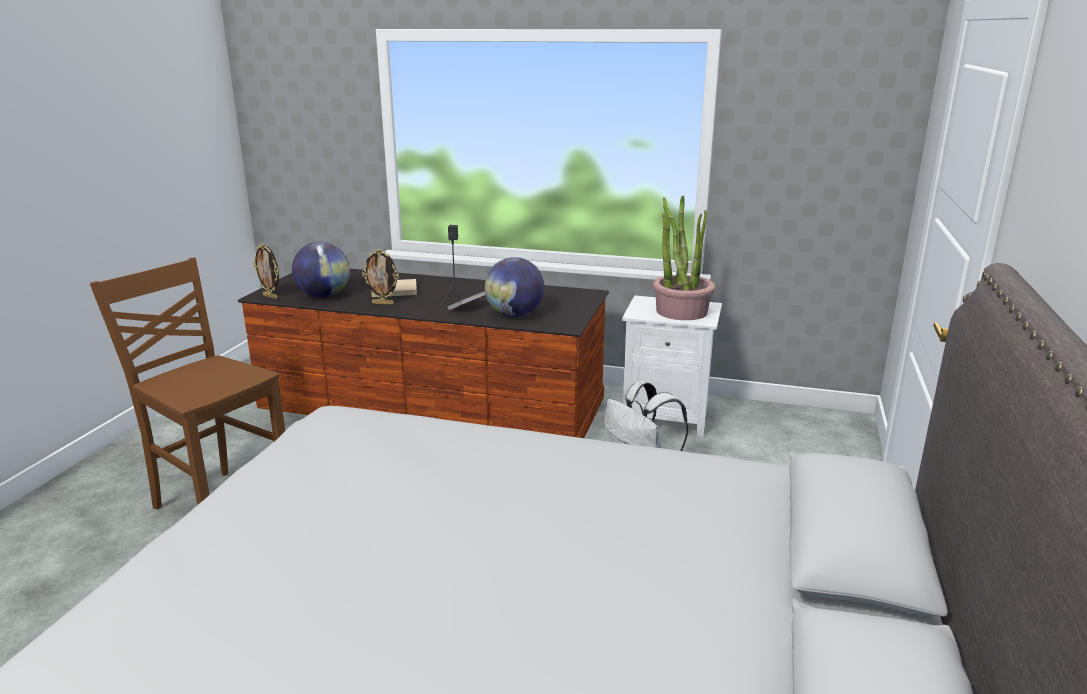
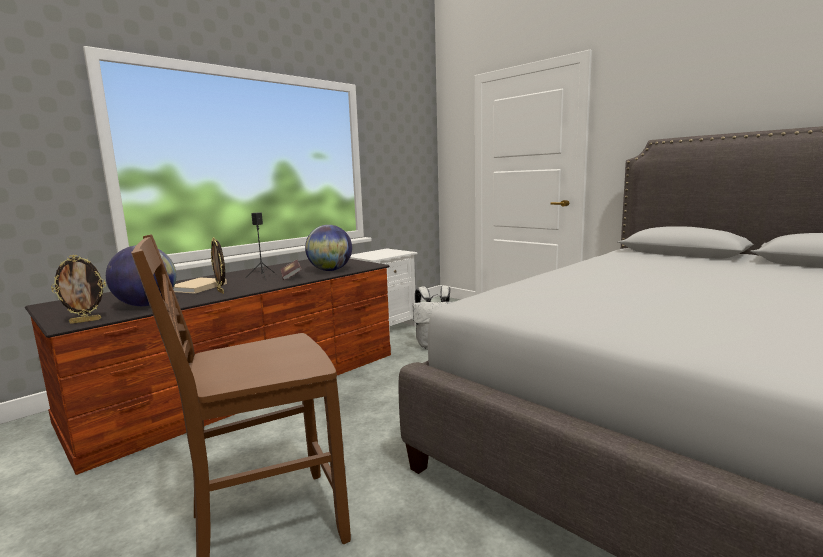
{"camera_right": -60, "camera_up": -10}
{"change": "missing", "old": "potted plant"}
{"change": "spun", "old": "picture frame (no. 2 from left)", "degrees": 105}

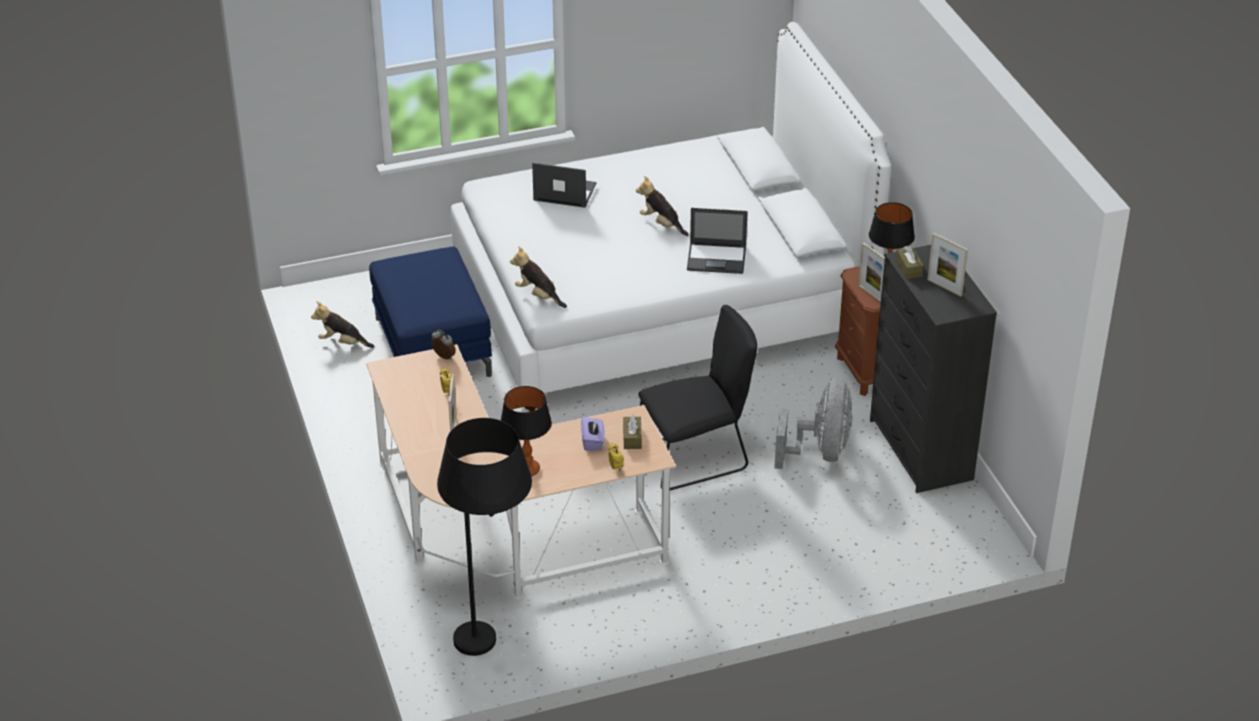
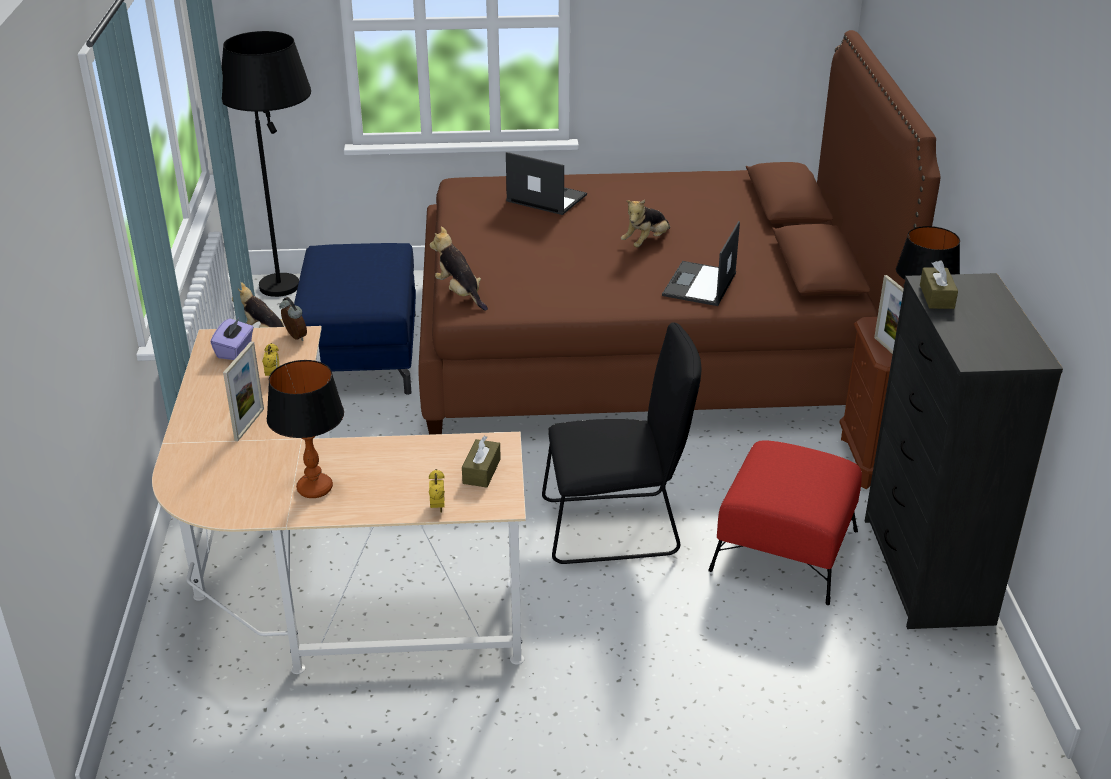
{"camera_right": 15, "camera_up": -5}
{"change": "colour", "old": "white bed", "new": "brown bed"}
{"change": "spun", "old": "plush toy (no. 3 from left)", "degrees": -105}
{"change": "spun", "old": "laptop (no. 2 from left)", "degrees": 90}
{"change": "missing", "old": "picture frame (no. 3 from left)"}
{"change": "exchanged", "old": "grey fan", "new": "red ottoman"}
{"change": "relocated", "old": "purple tissue box"}
{"change": "relocated", "old": "black floor lamp"}

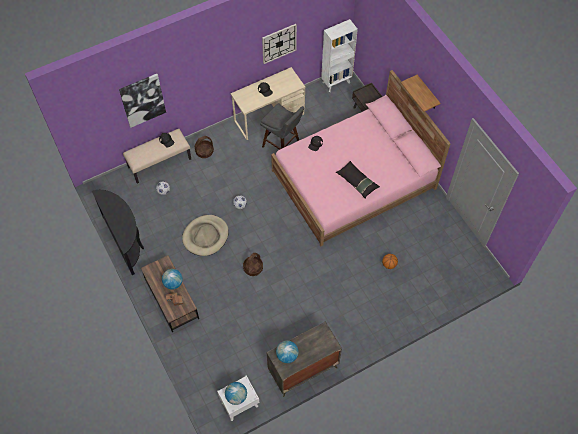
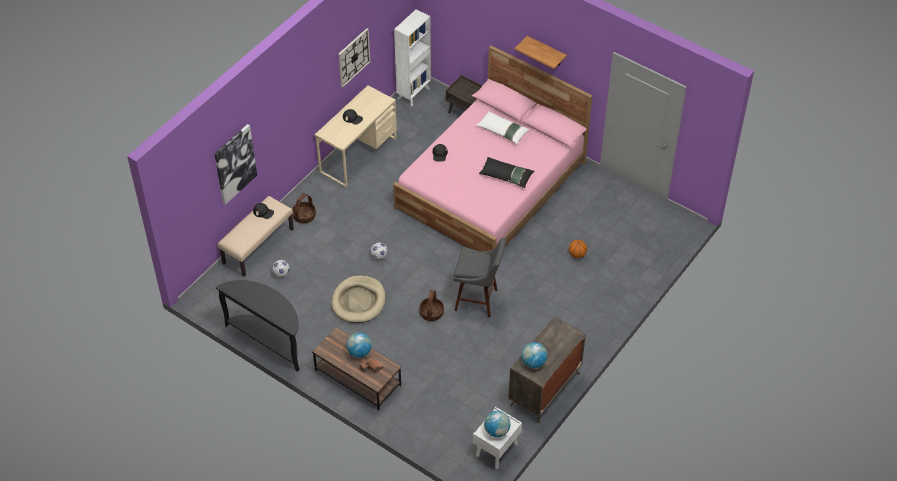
{"camera_right": -25, "camera_up": -10}
{"change": "relocated", "old": "grey stool"}
{"change": "appeared", "new": "white pillow"}

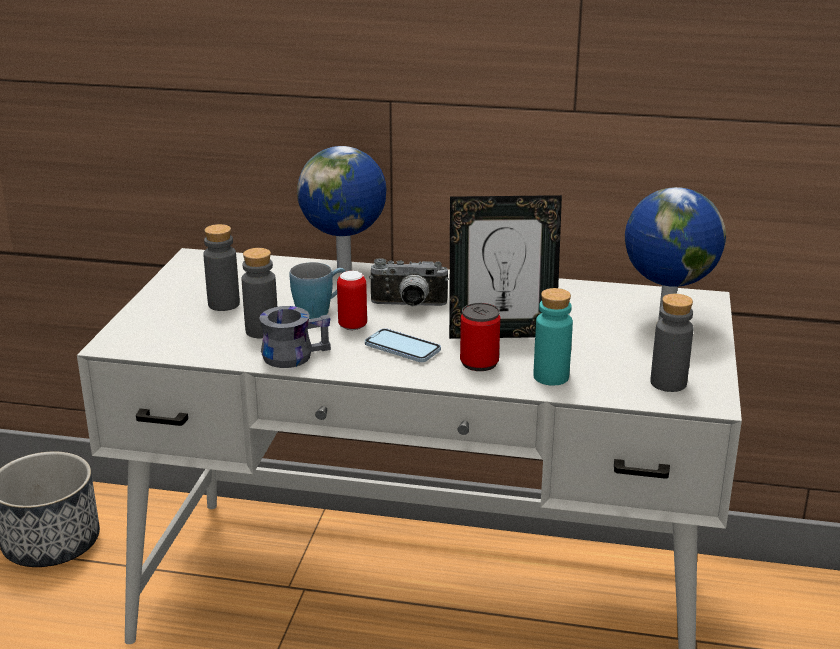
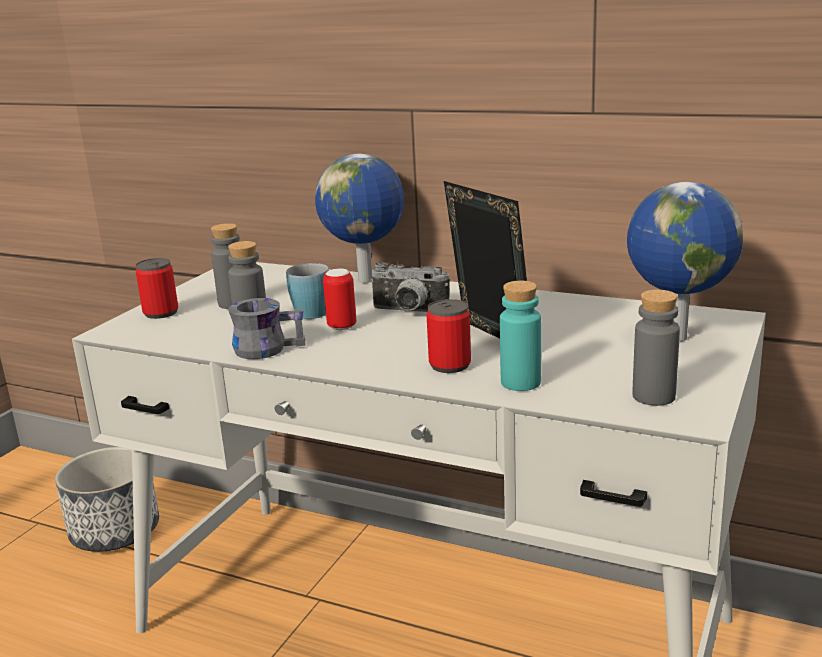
{"camera_right": 15, "camera_up": -5}
{"change": "spun", "old": "picture frame", "degrees": -135}
{"change": "missing", "old": "phone"}
{"change": "appeared", "new": "can (no. 1 from left)"}

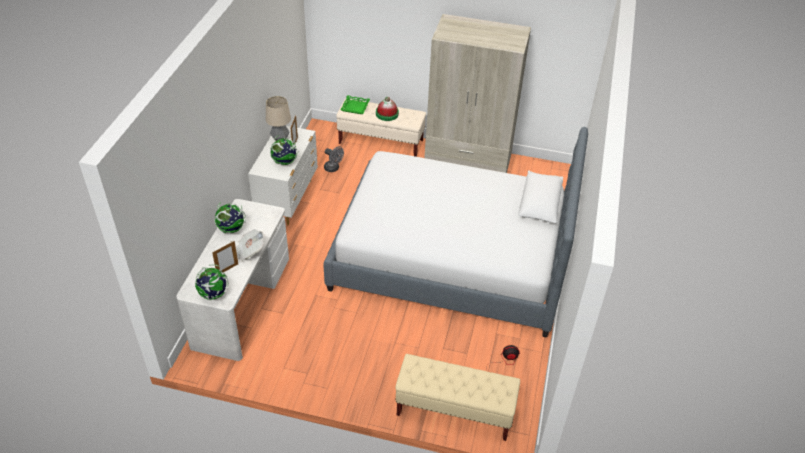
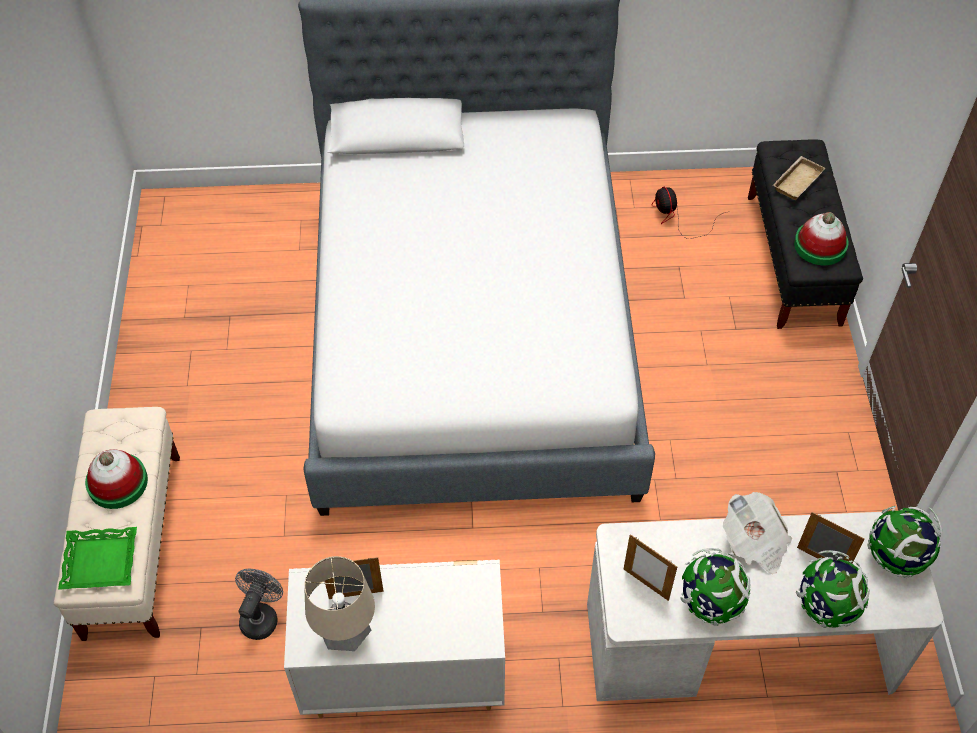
{"camera_right": -105, "camera_up": 10}
{"change": "missing", "old": "beige wardrobe"}
{"change": "relocated", "old": "globe (no. 3 from left in the first image)", "new": "globe (no. 2 from left)"}
{"change": "colour", "old": "beige bench (no. 2 from left)", "new": "black bench"}
{"change": "appeared", "new": "beige tray"}
{"change": "appeared", "new": "hat (no. 2 from left)"}
{"change": "appeared", "new": "picture frame (no. 2 from left)"}

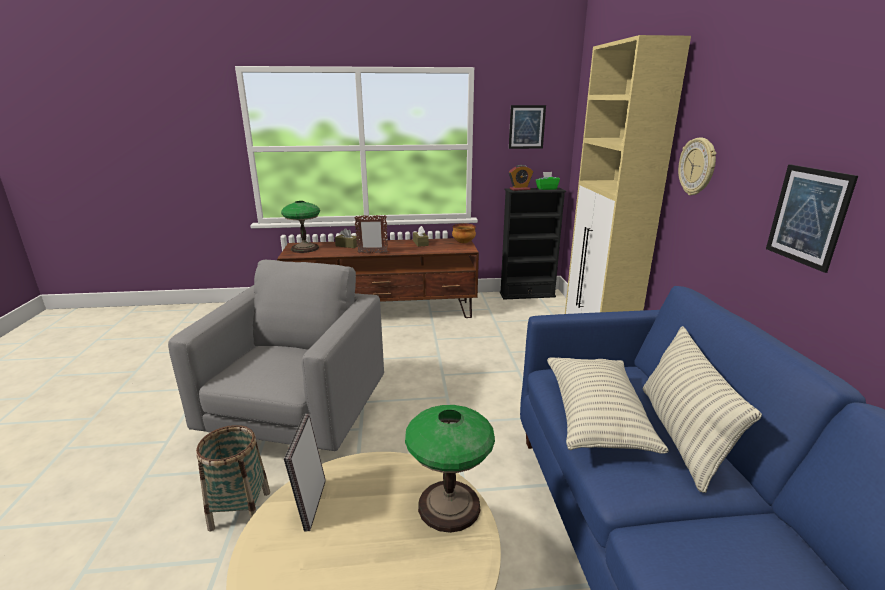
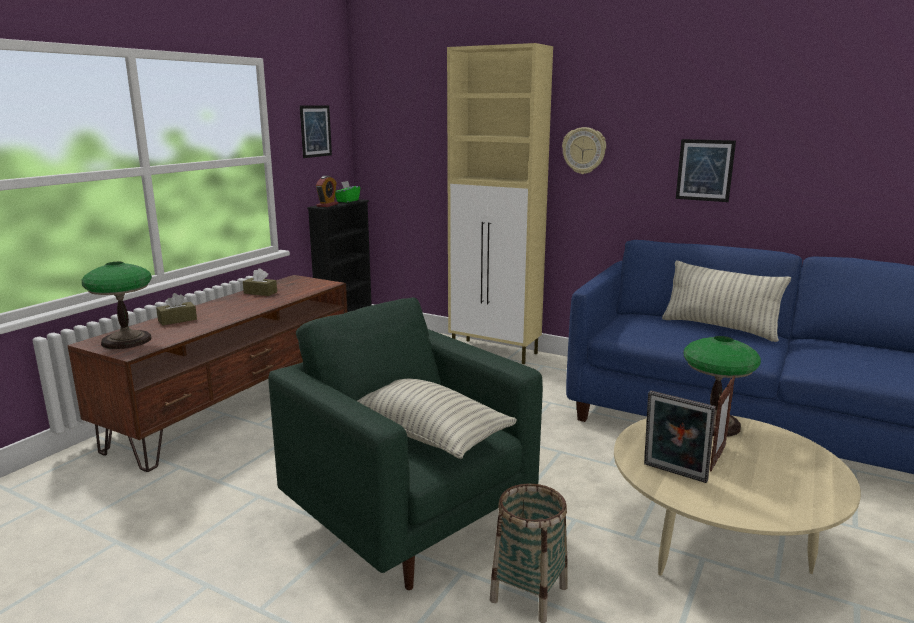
{"camera_right": -55, "camera_up": -5}
{"change": "relocated", "old": "picture frame (no. 2 from left)"}
{"change": "missing", "old": "bowl"}
{"change": "colour", "old": "grey armchair", "new": "green armchair"}
{"change": "relocated", "old": "pillow (no. 1 from left)"}

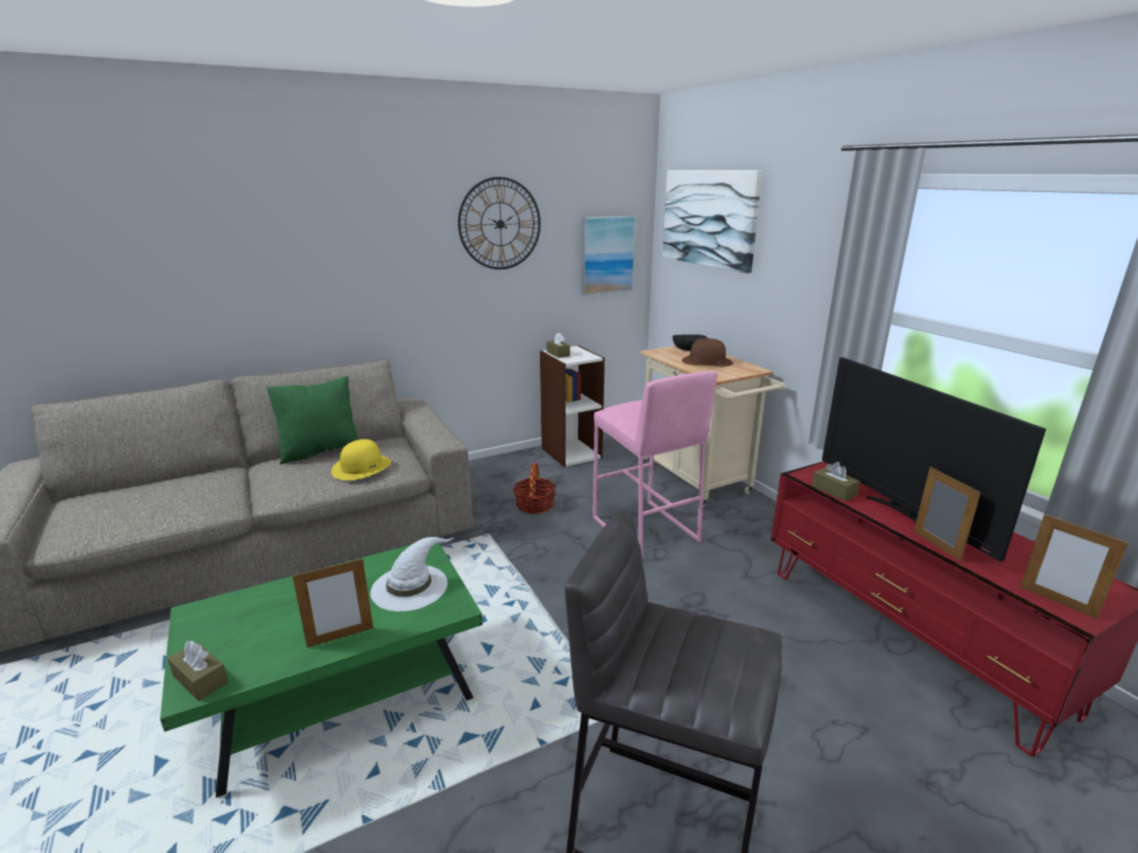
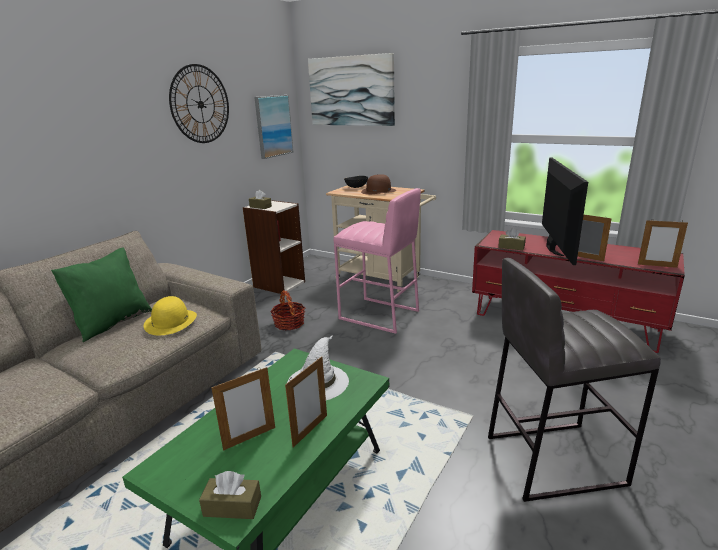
{"camera_right": -30, "camera_up": 0}
{"change": "spun", "old": "television", "degrees": -120}
{"change": "appeared", "new": "picture frame (no. 1 from left)"}

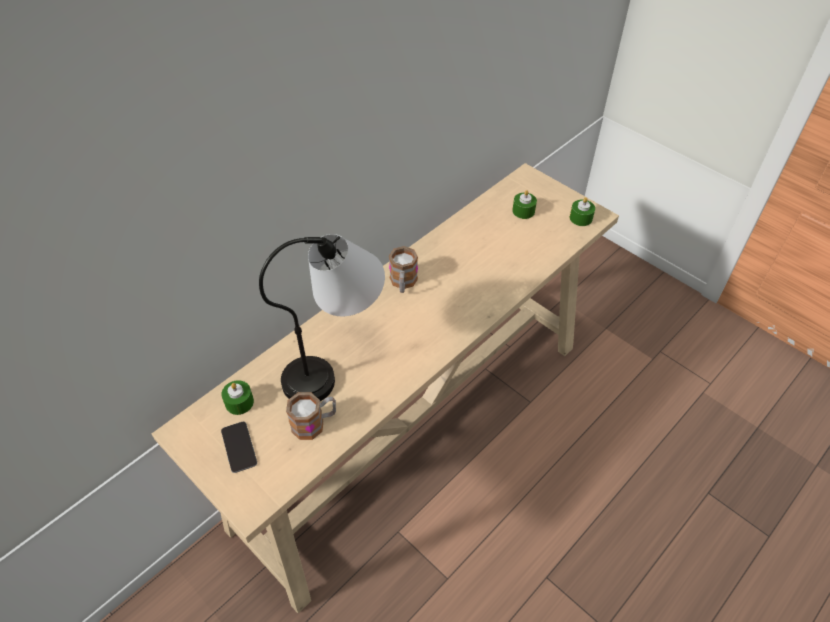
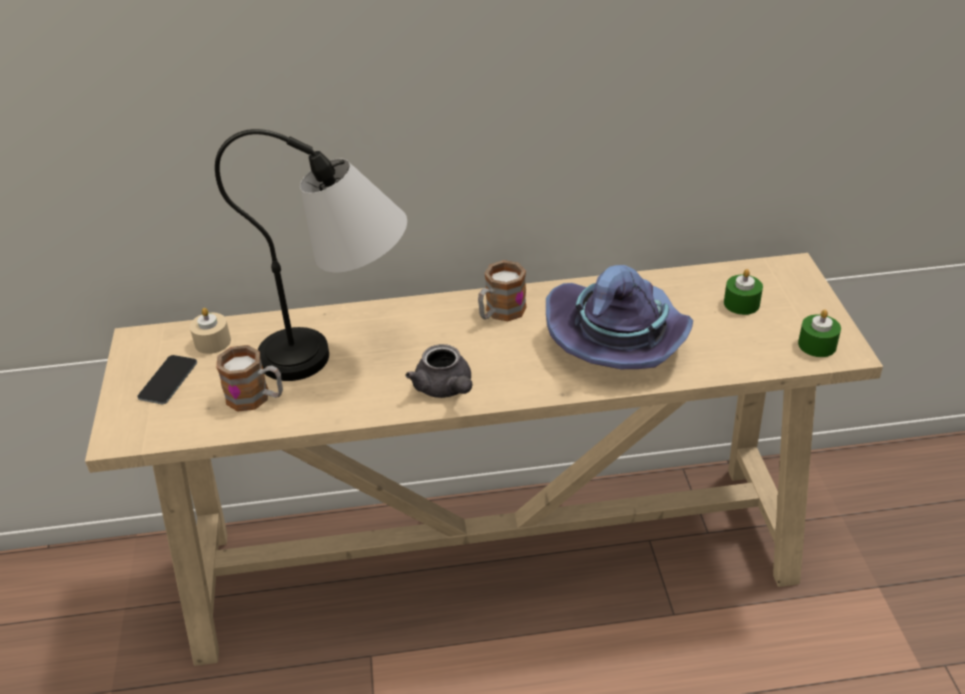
{"camera_right": 40, "camera_up": -10}
{"change": "colour", "old": "green candle (no. 1 from left)", "new": "beige candle"}
{"change": "appeared", "new": "purple hat"}
{"change": "appeared", "new": "grey teapot"}

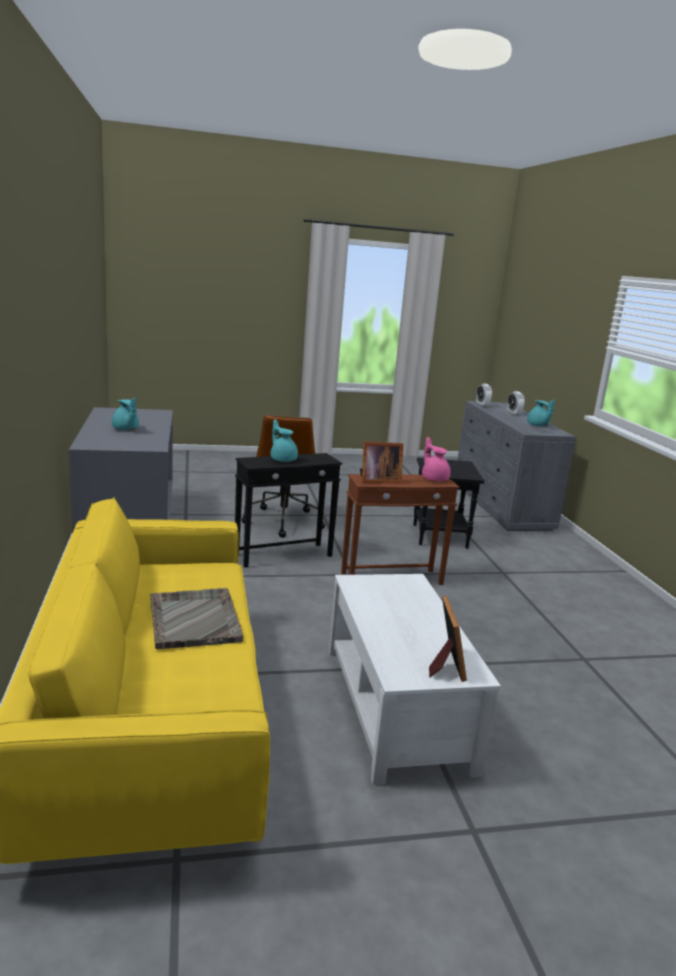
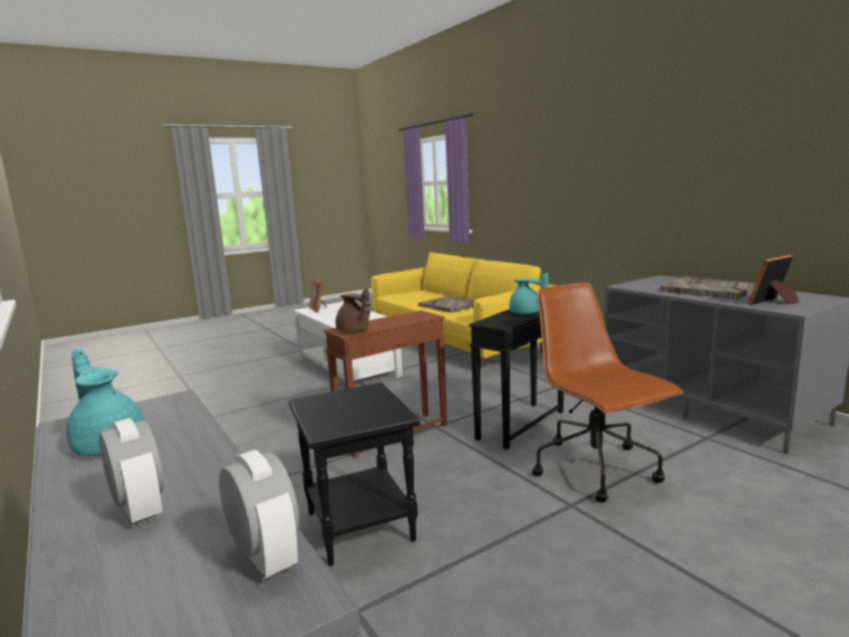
{"camera_right": 160, "camera_up": -5}
{"change": "exchanged", "old": "turquoise teapot (no. 1 from left)", "new": "grey tray (no. 2 from left)"}
{"change": "colour", "old": "pink teapot", "new": "brown teapot"}
{"change": "relocated", "old": "picture frame (no. 1 from left in the first image)", "new": "picture frame (no. 2 from left)"}

